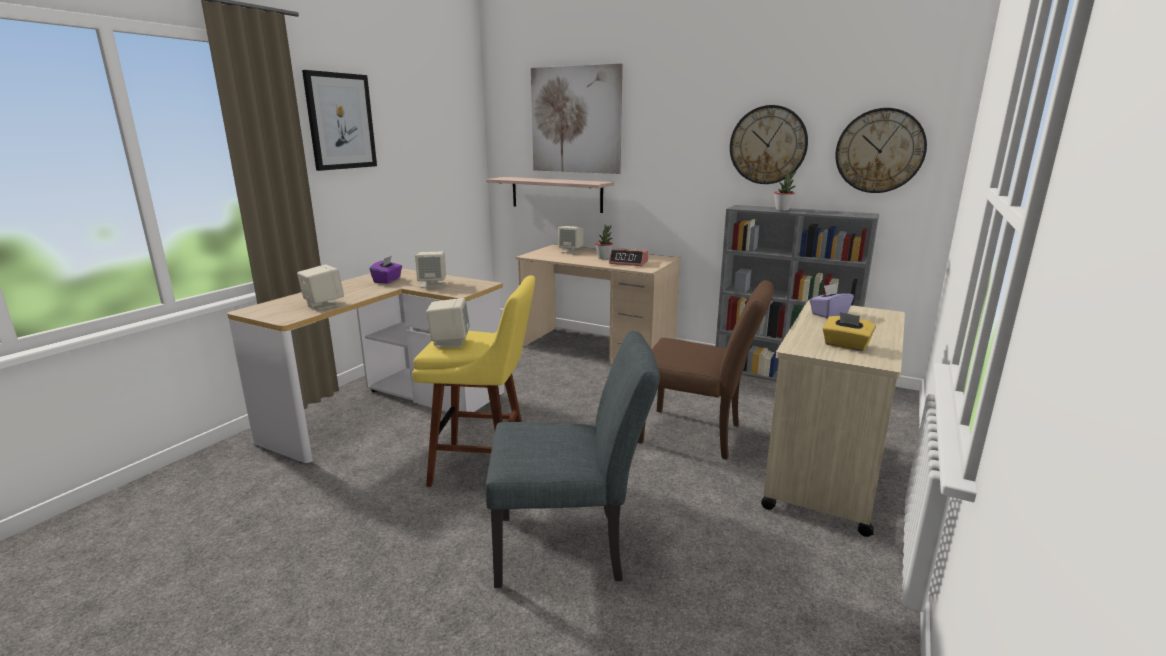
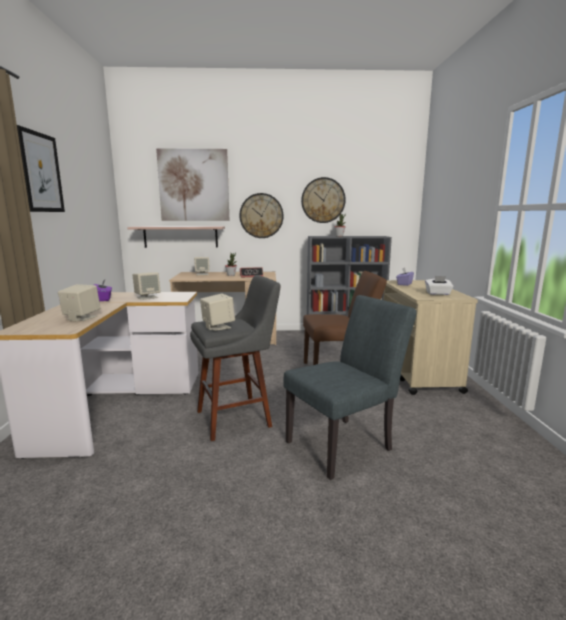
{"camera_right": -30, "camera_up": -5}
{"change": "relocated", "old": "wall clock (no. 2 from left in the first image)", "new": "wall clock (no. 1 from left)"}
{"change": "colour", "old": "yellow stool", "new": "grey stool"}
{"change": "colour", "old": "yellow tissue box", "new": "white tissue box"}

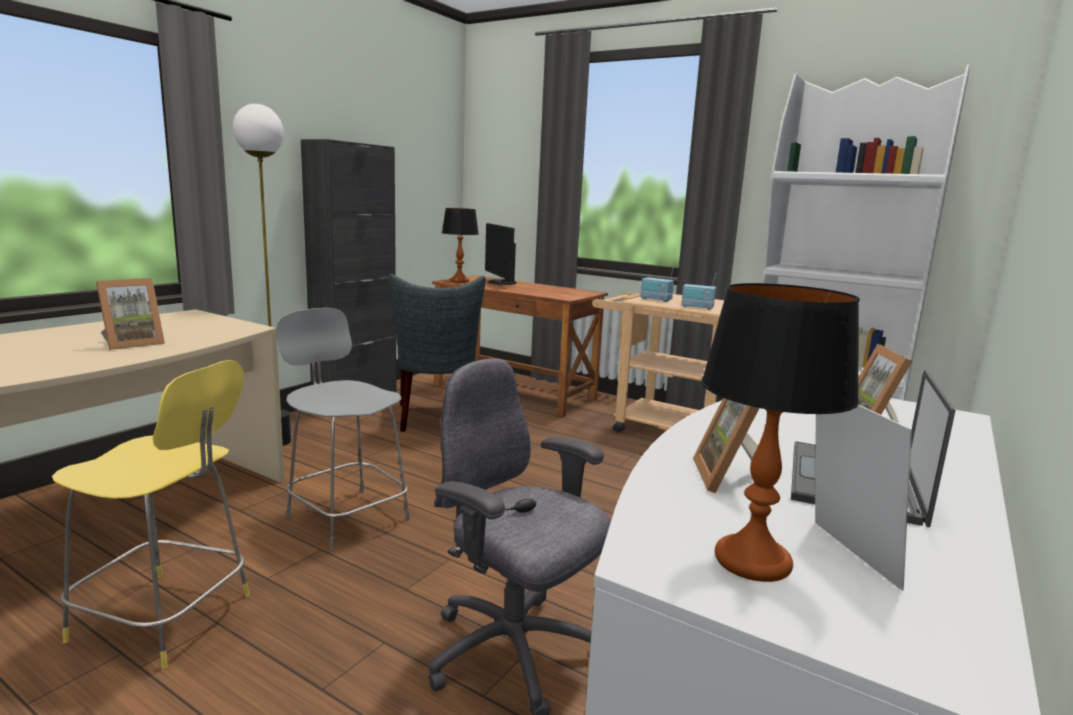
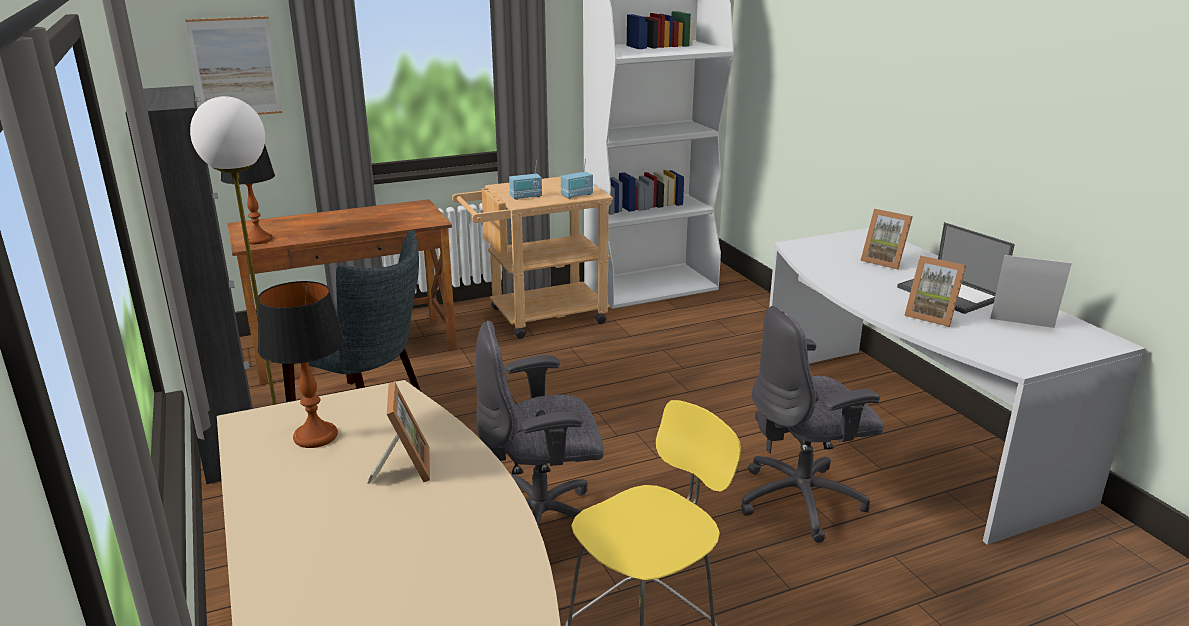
{"camera_right": -55, "camera_up": 10}
{"change": "missing", "old": "monitor"}
{"change": "relocated", "old": "table lamp (no. 2 from left)"}
{"change": "exchanged", "old": "grey stool", "new": "grey office chair (no. 1 from left)"}
{"change": "appeared", "new": "picture"}

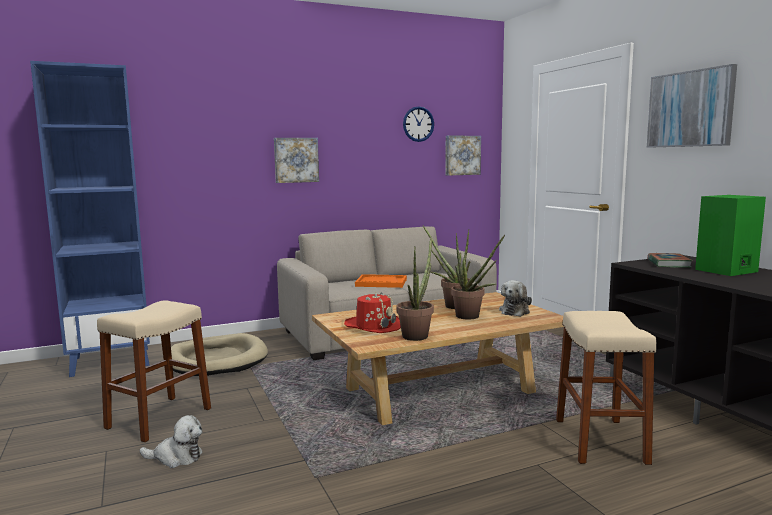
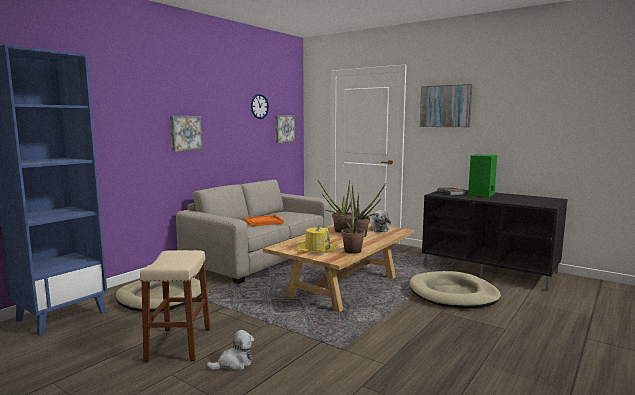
{"camera_right": -30, "camera_up": 0}
{"change": "colour", "old": "red hat", "new": "yellow hat"}
{"change": "exchanged", "old": "beige stool (no. 2 from left)", "new": "beige dog bed (no. 2 from left)"}

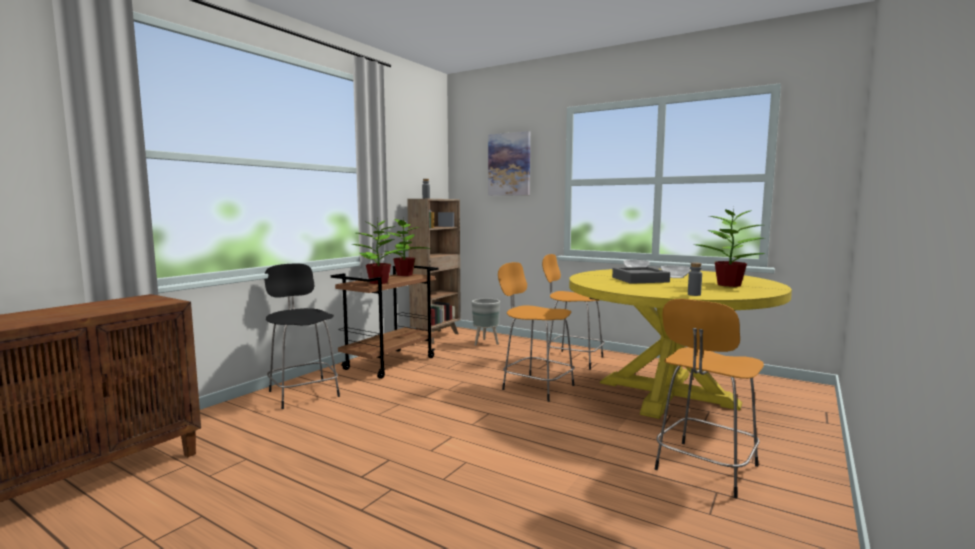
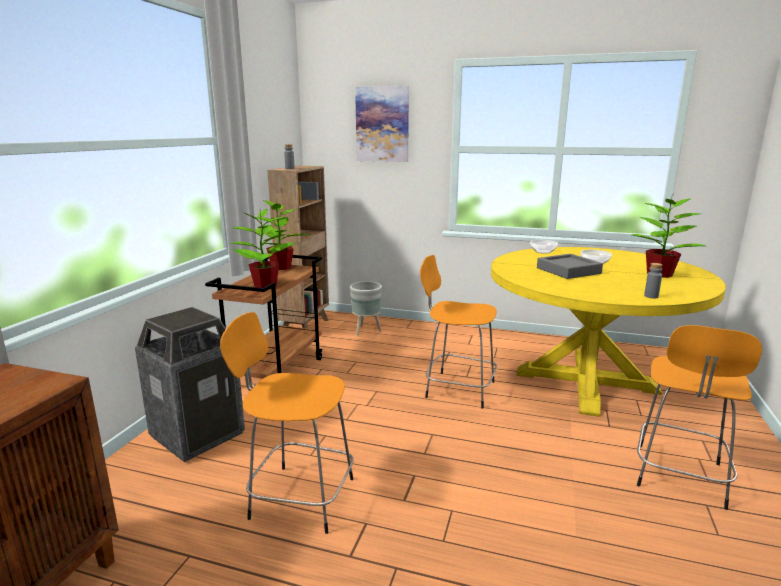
{"camera_right": -15, "camera_up": 10}
{"change": "relocated", "old": "orange stool (no. 2 from left in the first image)", "new": "orange stool (no. 1 from left)"}
{"change": "exchanged", "old": "black stool", "new": "trash can"}

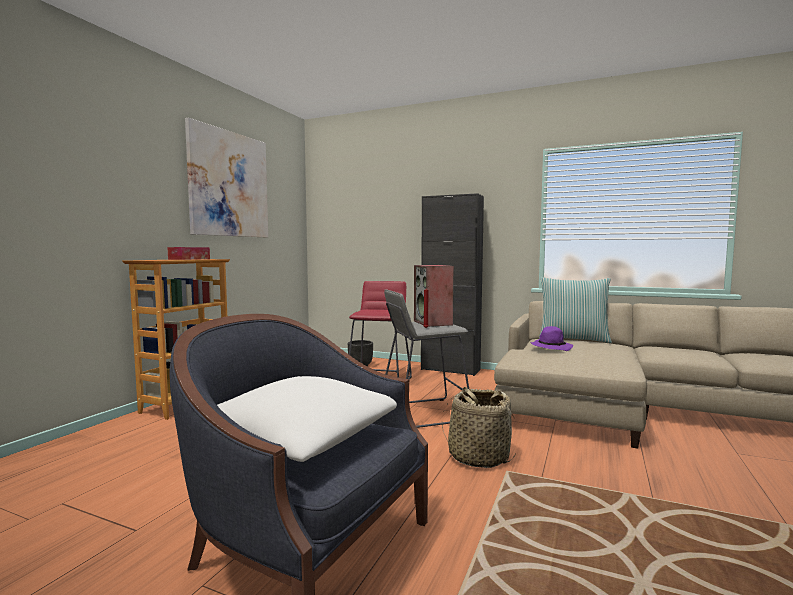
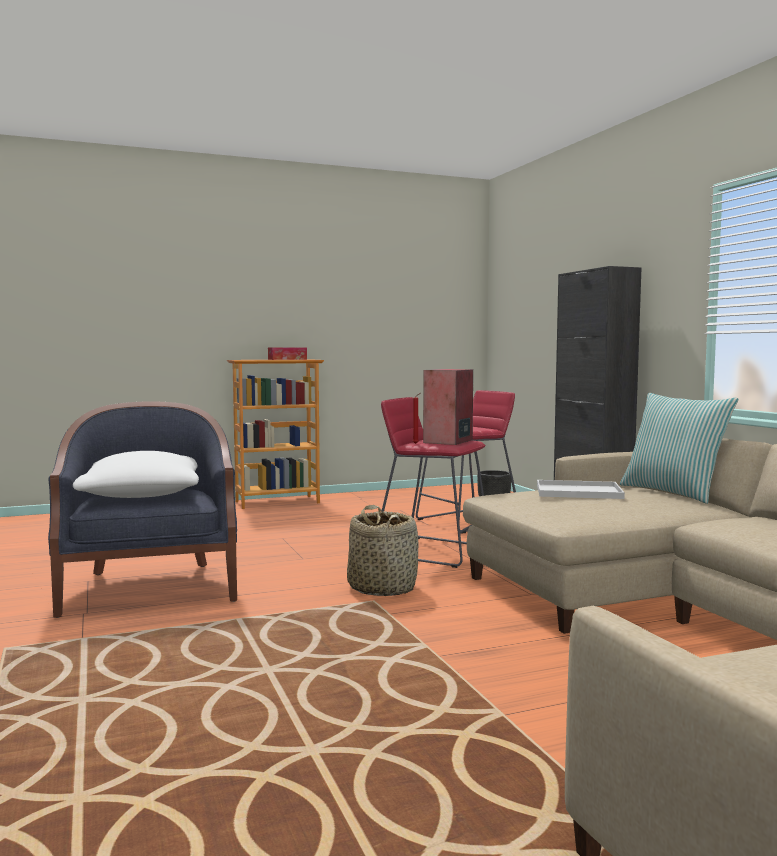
{"camera_right": 45, "camera_up": 0}
{"change": "missing", "old": "picture"}
{"change": "colour", "old": "grey stool", "new": "red stool (no. 1 from left)"}
{"change": "exchanged", "old": "purple hat", "new": "white tray"}

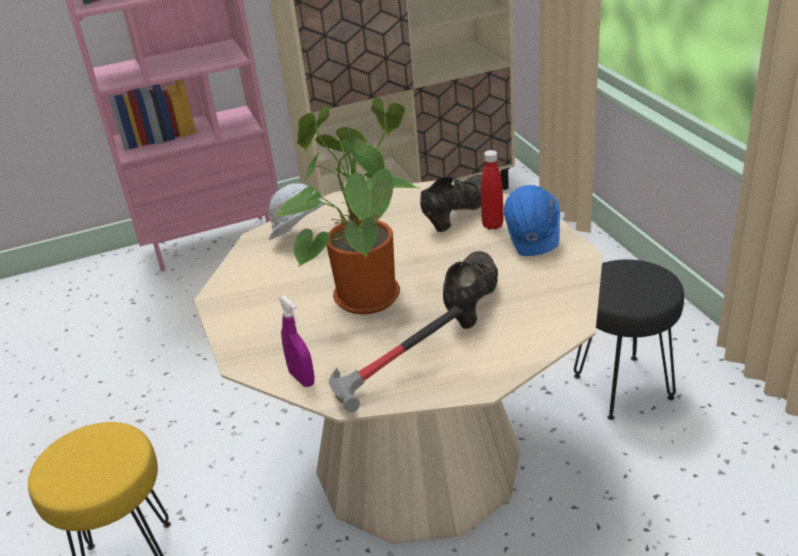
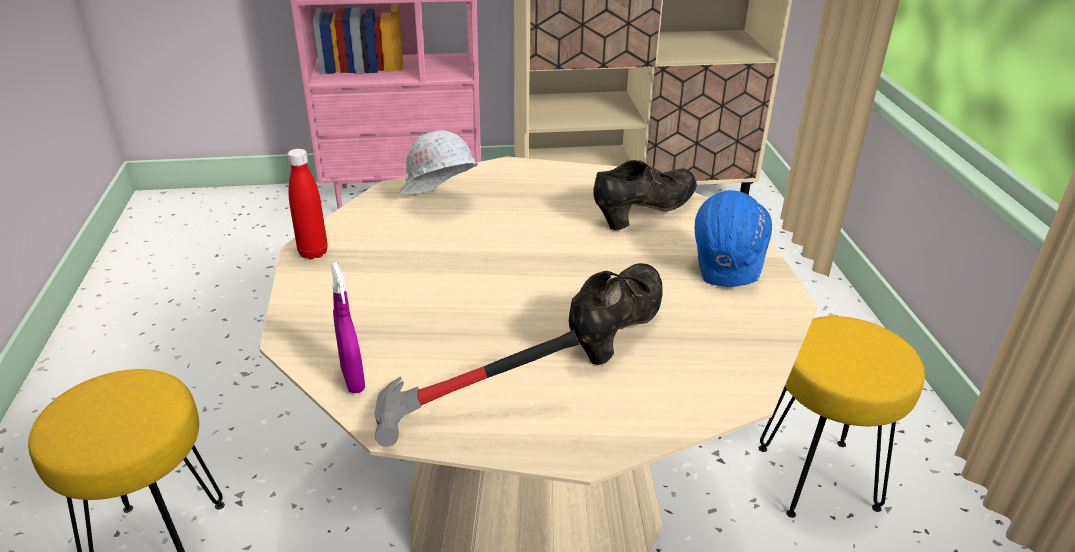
{"camera_right": 10, "camera_up": 0}
{"change": "missing", "old": "potted plant"}
{"change": "relocated", "old": "red bottle"}
{"change": "colour", "old": "black stool", "new": "yellow stool (no. 2 from left)"}

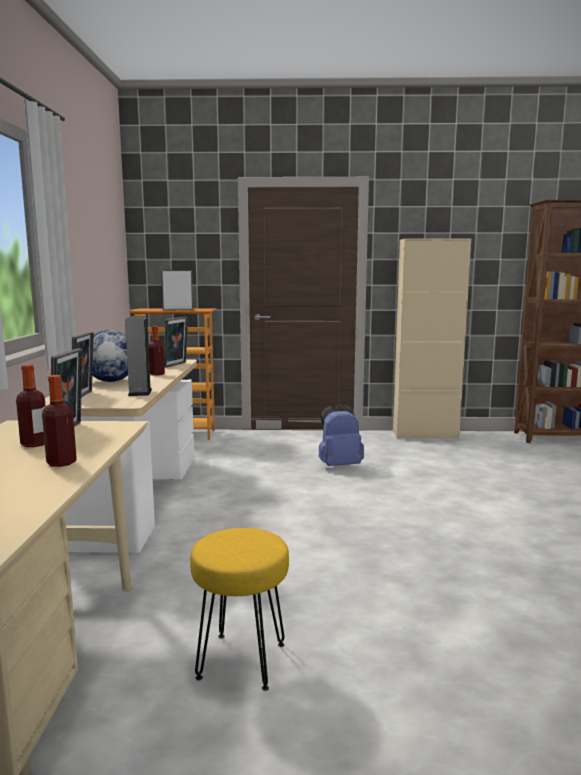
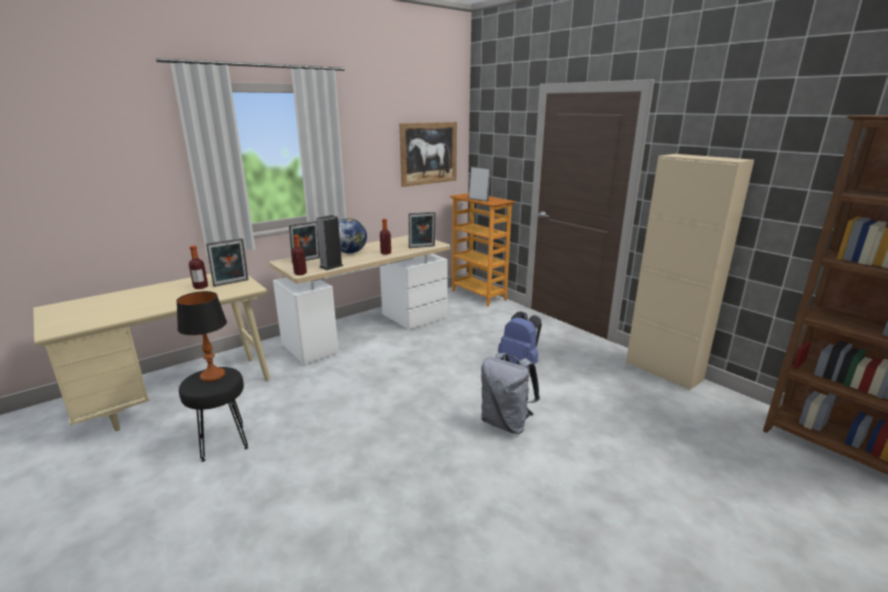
{"camera_right": 50, "camera_up": 10}
{"change": "relocated", "old": "bottle (no. 2 from left)"}
{"change": "colour", "old": "yellow stool", "new": "black stool"}
{"change": "appeared", "new": "picture"}
{"change": "appeared", "new": "table lamp"}
{"change": "appeared", "new": "grey backpack"}

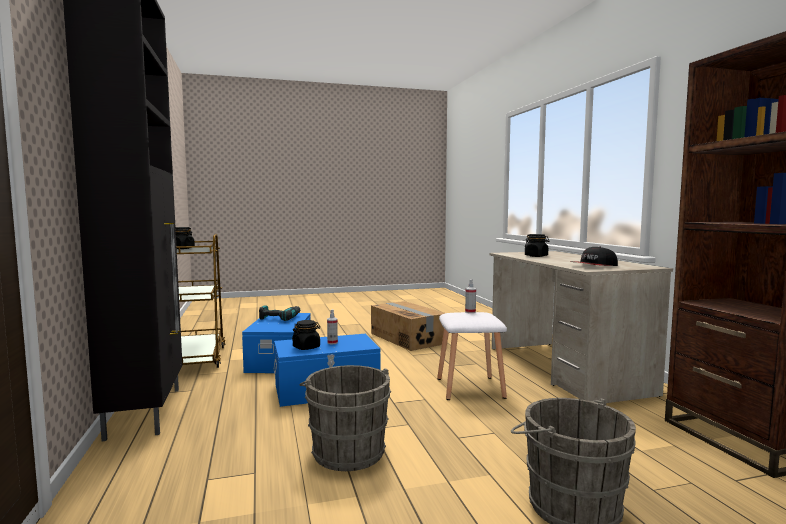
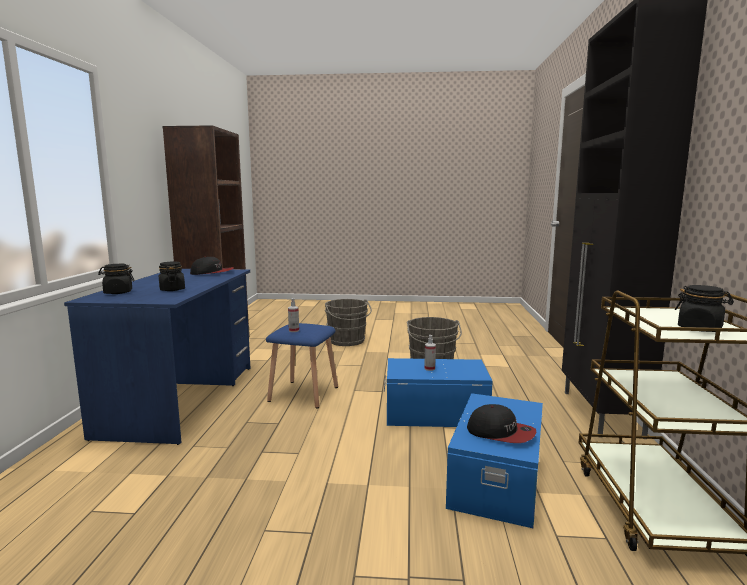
{"camera_right": -160, "camera_up": 5}
{"change": "colour", "old": "beige desk", "new": "blue desk"}
{"change": "missing", "old": "cardboard box"}
{"change": "exchanged", "old": "power drill", "new": "cap (no. 2 from left)"}
{"change": "colour", "old": "white stool", "new": "blue stool"}
{"change": "relocated", "old": "black jar (no. 2 from left in the first image)", "new": "black jar (no. 1 from left)"}

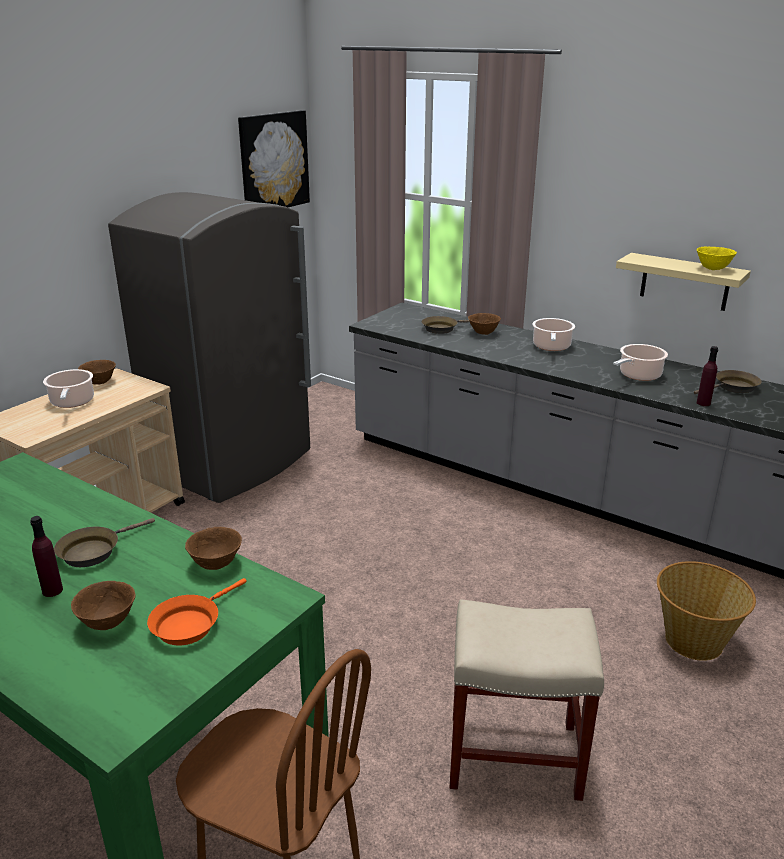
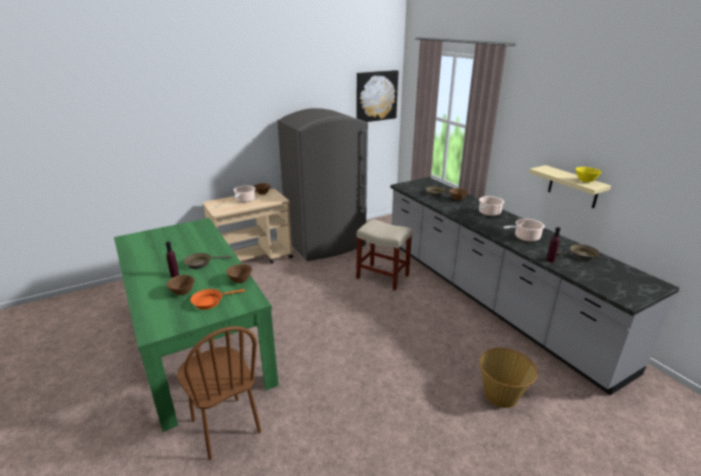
{"camera_right": 25, "camera_up": 0}
{"change": "relocated", "old": "beige stool"}

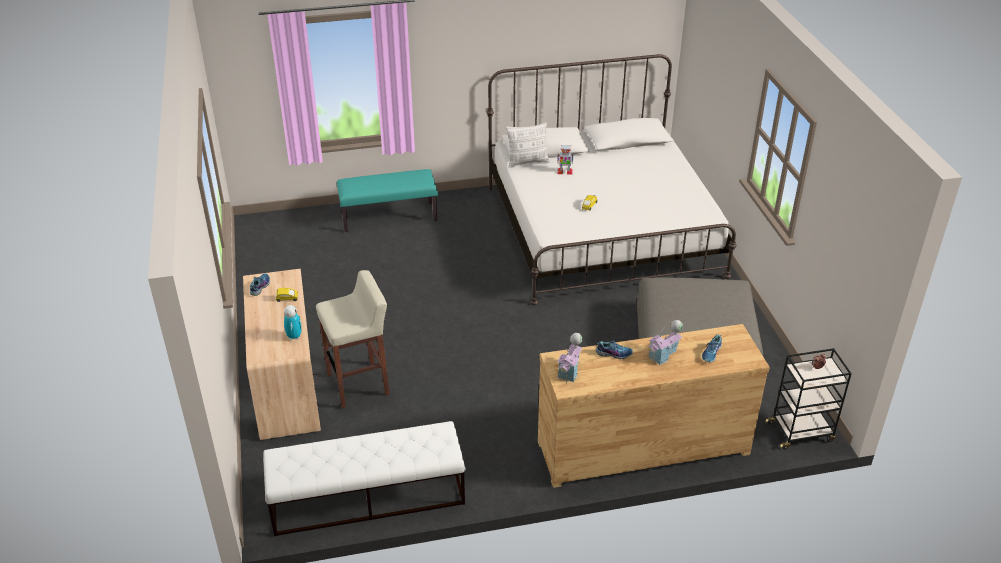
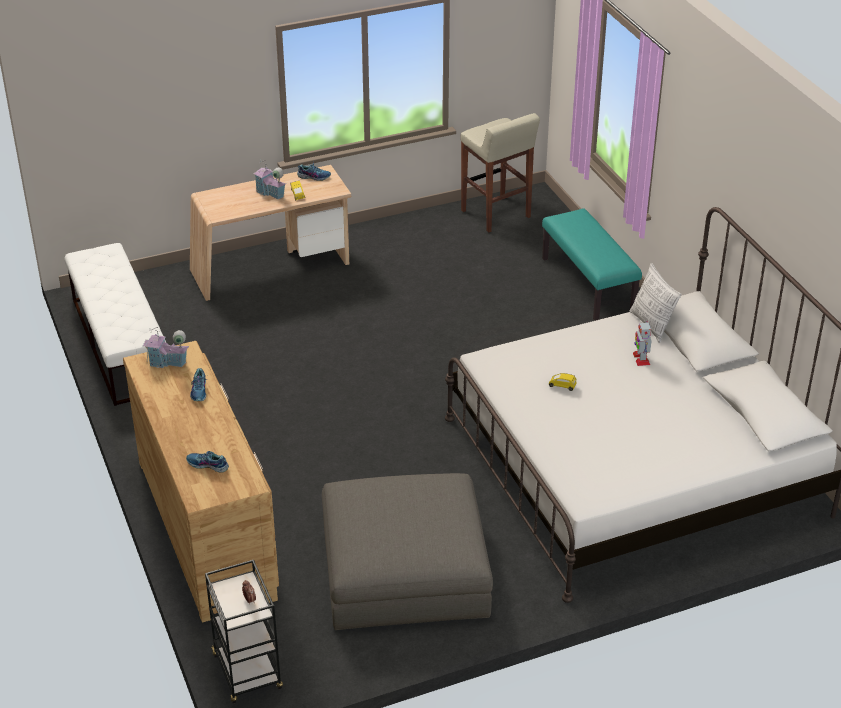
{"camera_right": 80, "camera_up": 0}
{"change": "relocated", "old": "beige stool"}
{"change": "missing", "old": "toy robot (no. 1 from left)"}
{"change": "relocated", "old": "toy house (no. 2 from left)"}

